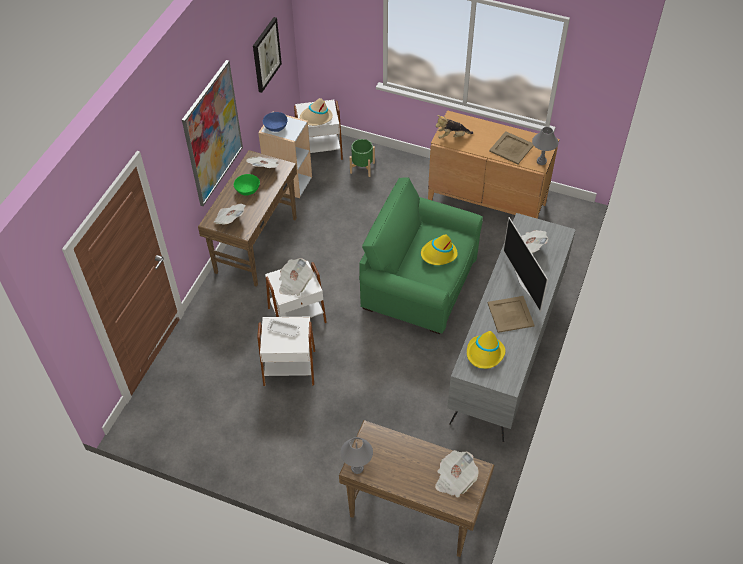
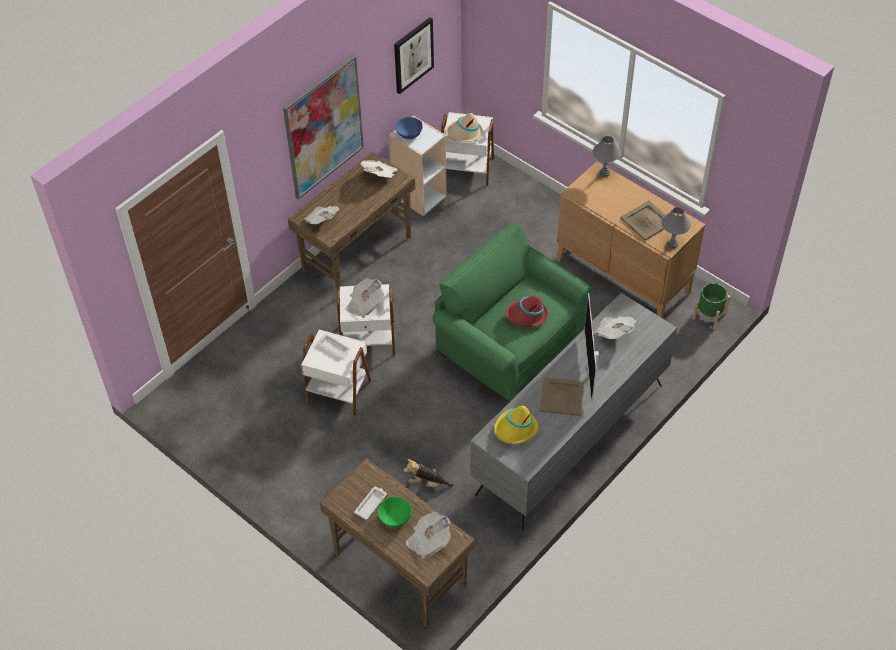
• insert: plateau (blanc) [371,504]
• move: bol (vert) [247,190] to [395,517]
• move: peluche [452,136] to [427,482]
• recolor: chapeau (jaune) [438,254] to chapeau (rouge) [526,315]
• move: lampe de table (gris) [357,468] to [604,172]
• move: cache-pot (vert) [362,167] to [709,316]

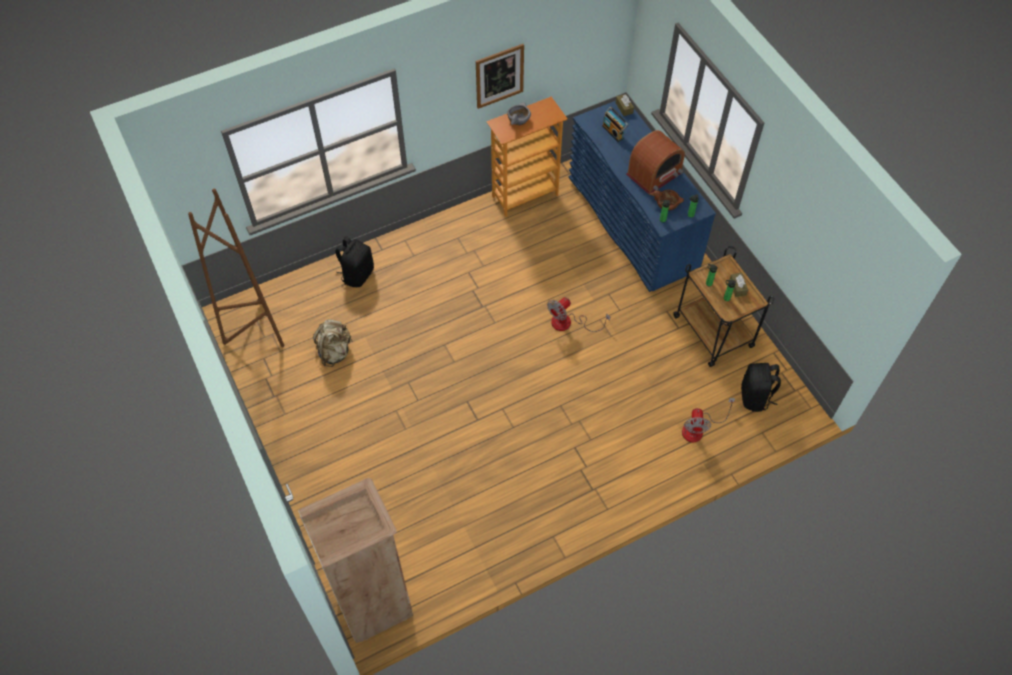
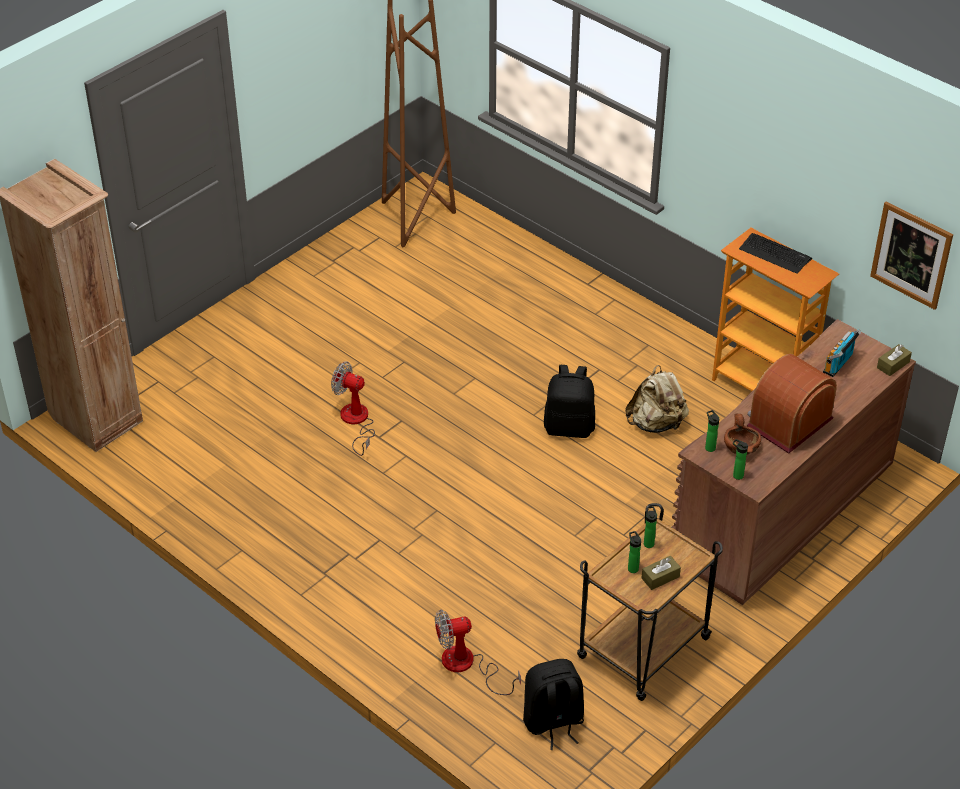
• move: ventilateur [568,323] to [356,422]
• move: sac à dos (noir) [357,274] to [569,427]
• move: sac à dos (beige) [334,351] to [656,423]
• recolor: commode (bleu) [632,226] to commode (marron) [782,514]
• replace: bol (gris) [518,119] to clavier [775,254]
• rotate: radio [654,174] = [789,422] 105 degrees clockwise
• move: tableau [499,76] to [911,255]

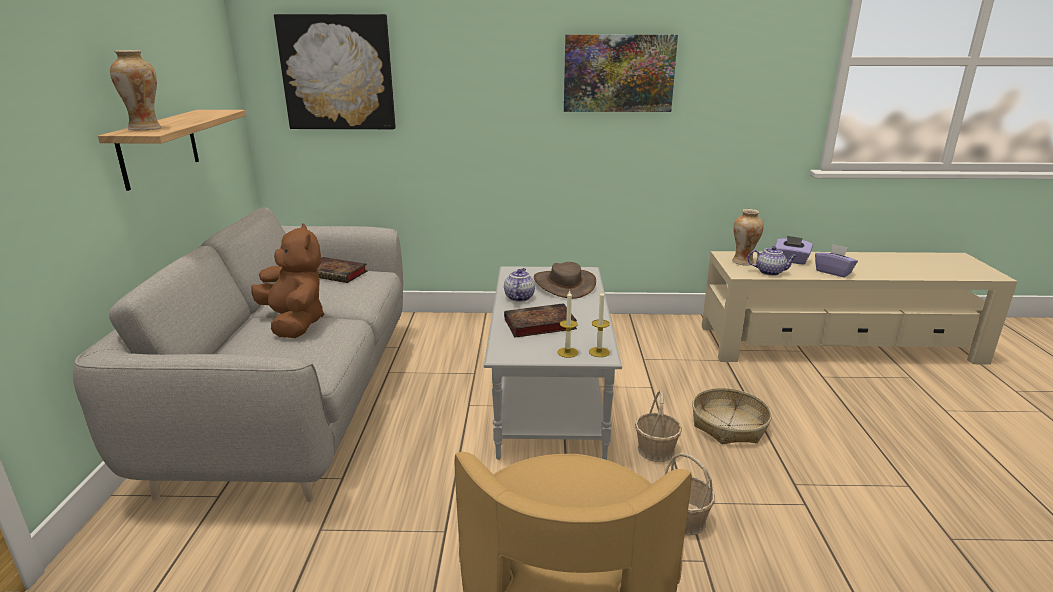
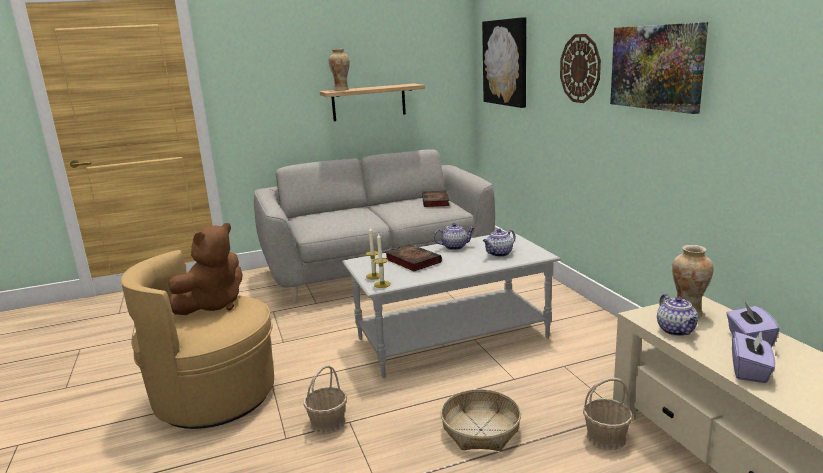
• move: peluche (marron) [294,323] to [213,305]
• replace: chapeau (marron) [564,284] to théière [499,254]
• insert: horloge murale [580,68]
• move: panier [656,450] to [606,438]

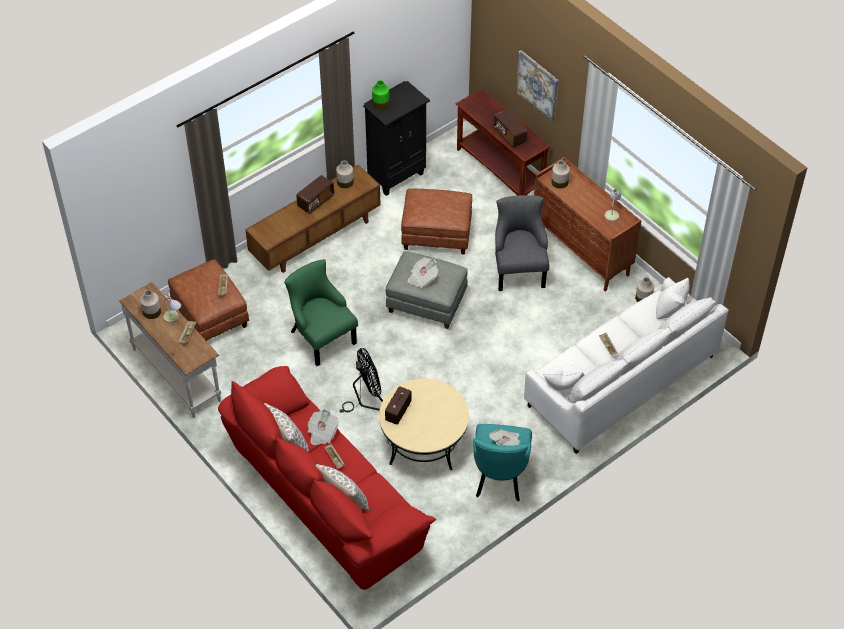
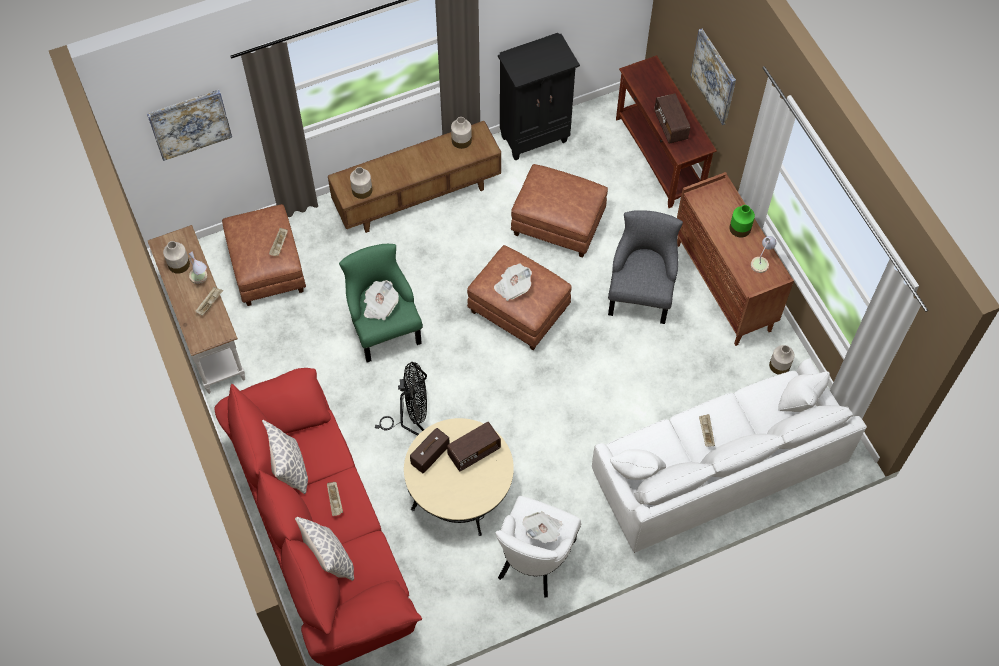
• insert: tableau [190,124]
• move: vase (beige) [559,182] to [361,190]
• move: journal [322,433] to [380,306]
• move: radio [315,201] to [474,452]
• recolor: pouf (gris) [427,303] to pouf (marron) [519,310]
• recolor: fauteuil (turquoise) [499,474] to fauteuil (blanc) [535,556]
• move: vase (vert) [380,103] to [739,228]

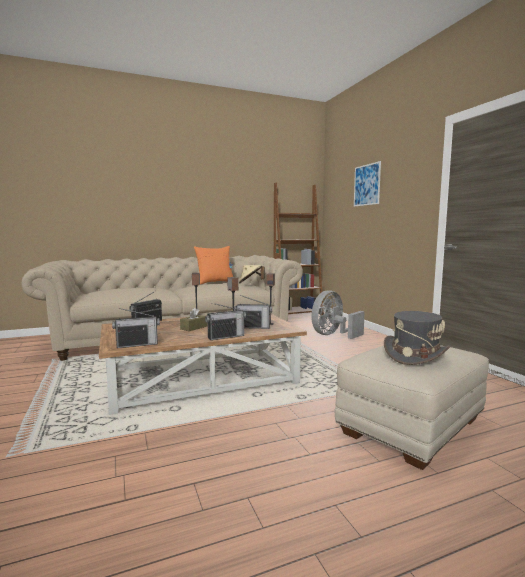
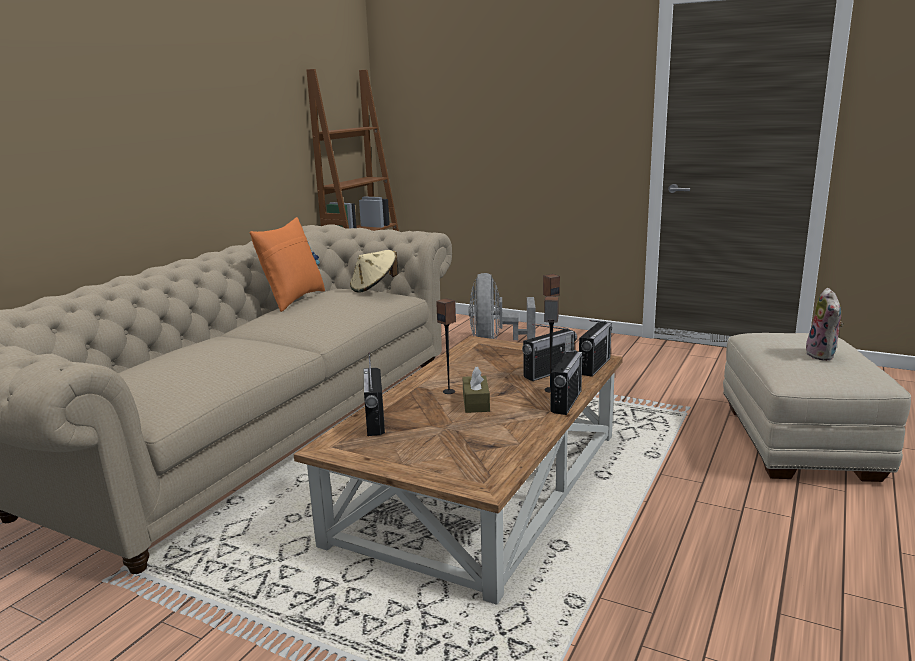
• move: radio [137,345] to [594,366]
• replace: chapeau (gris) [415,355] to peluche [823,355]
• delete: tableau [367,185]

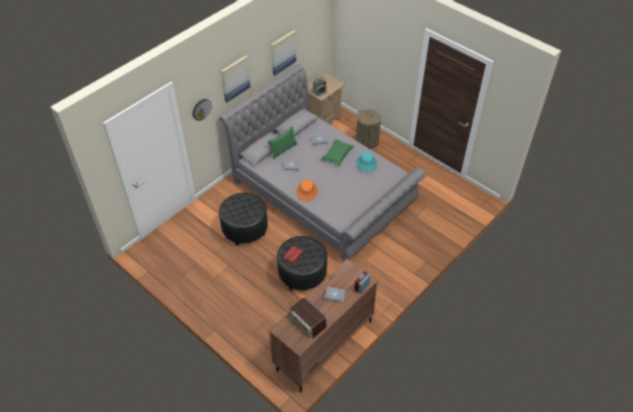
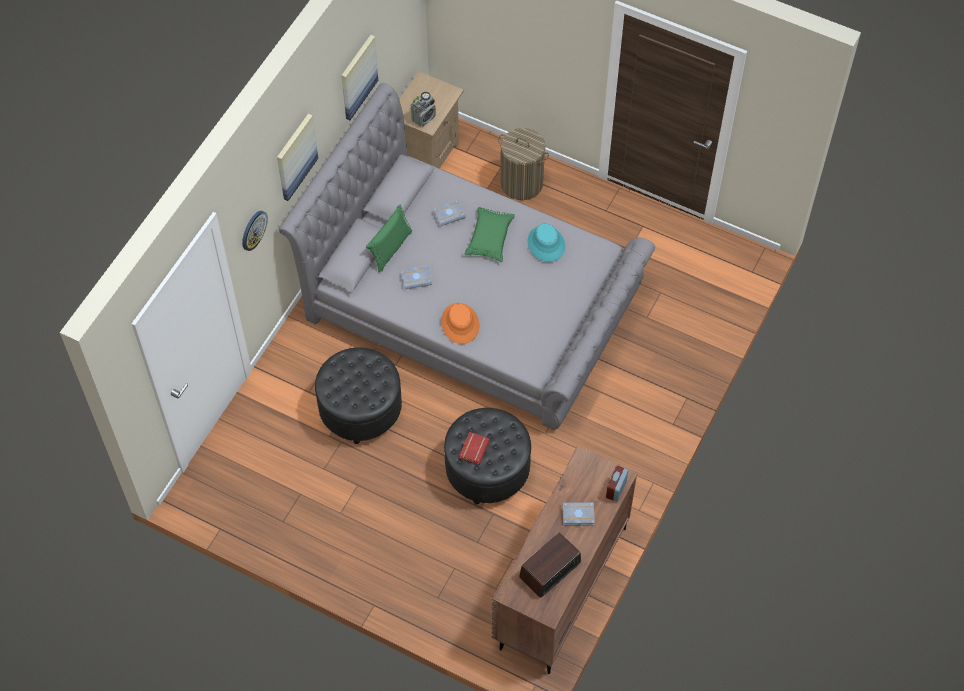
• rotate: radio [307,322] = [549,570] 105 degrees clockwise

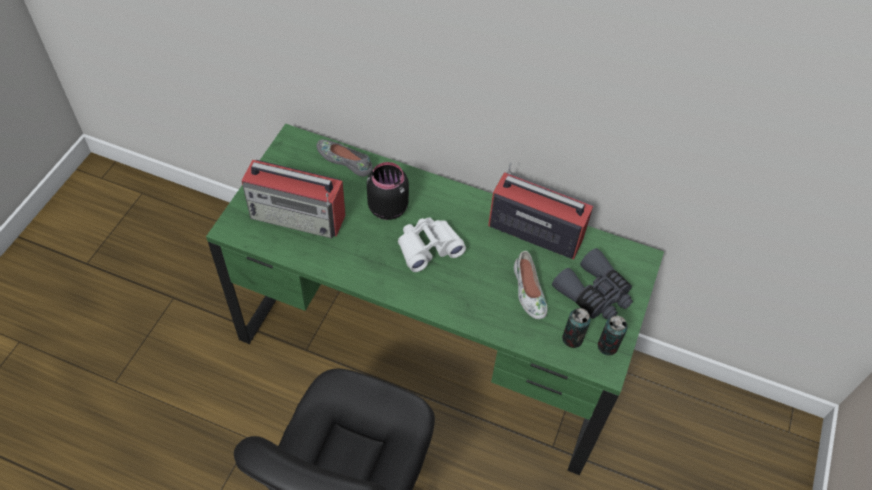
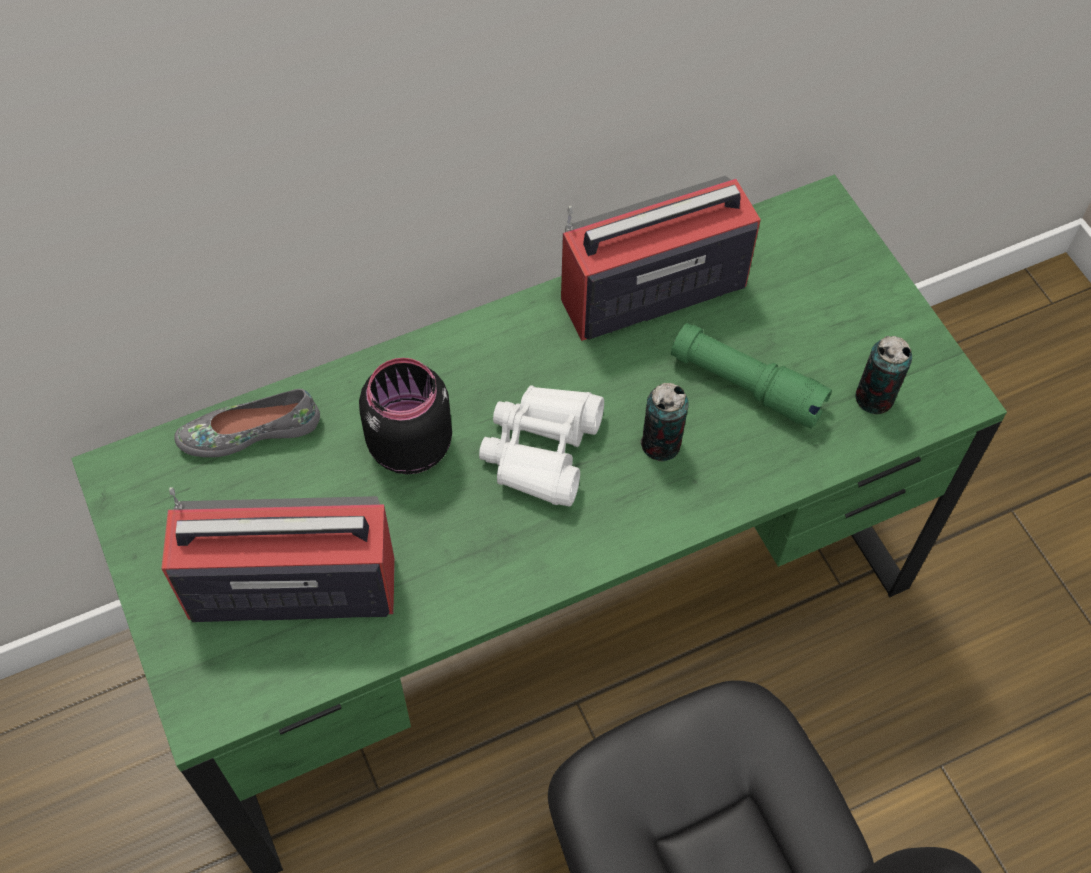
• rotate: radio [298,216] = [289,586] 150 degrees counterclockwise
• move: boîte métallique [607,346] to [661,444]
• replace: chaussure (blanc) [528,291] to lampe de poche (vert) [746,385]
• delete: jumelles (gris) [594,294]

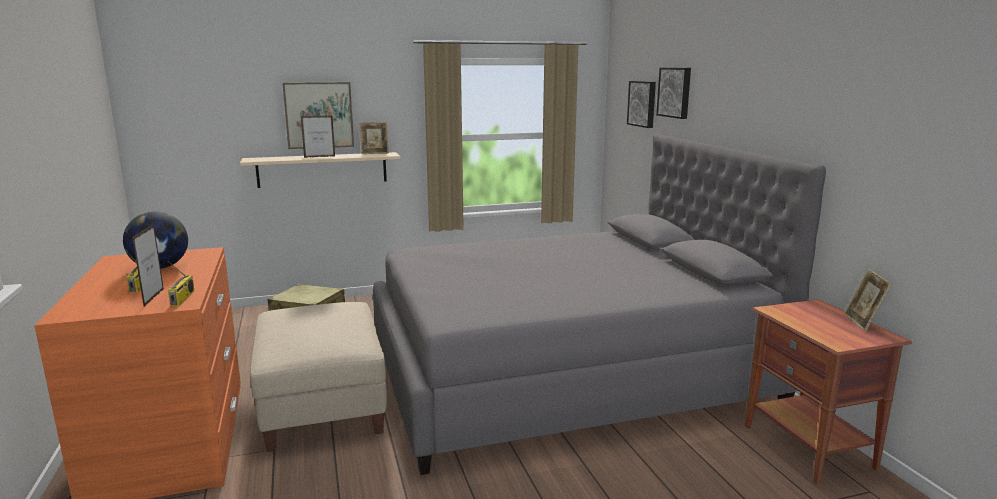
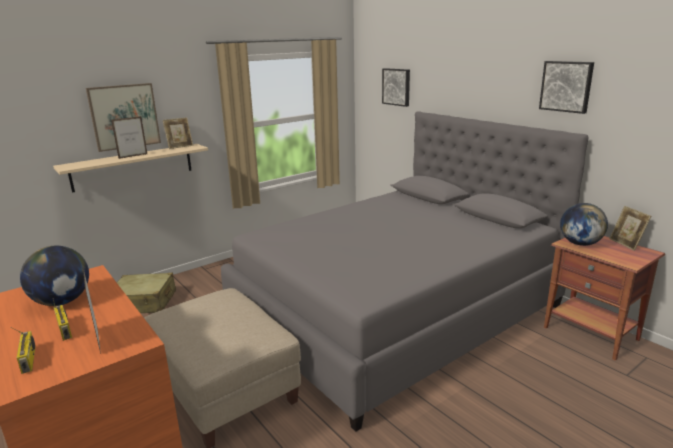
• move: radio [183,298] to [29,360]
• move: tableau [675,92] to [566,86]
• insert: globe [580,243]

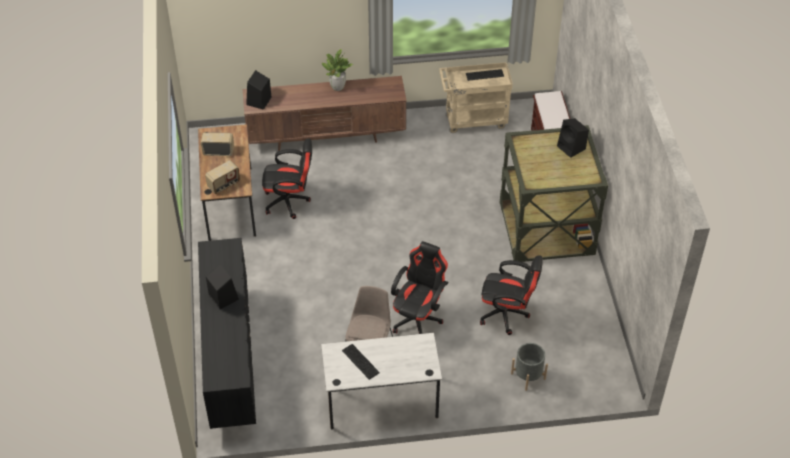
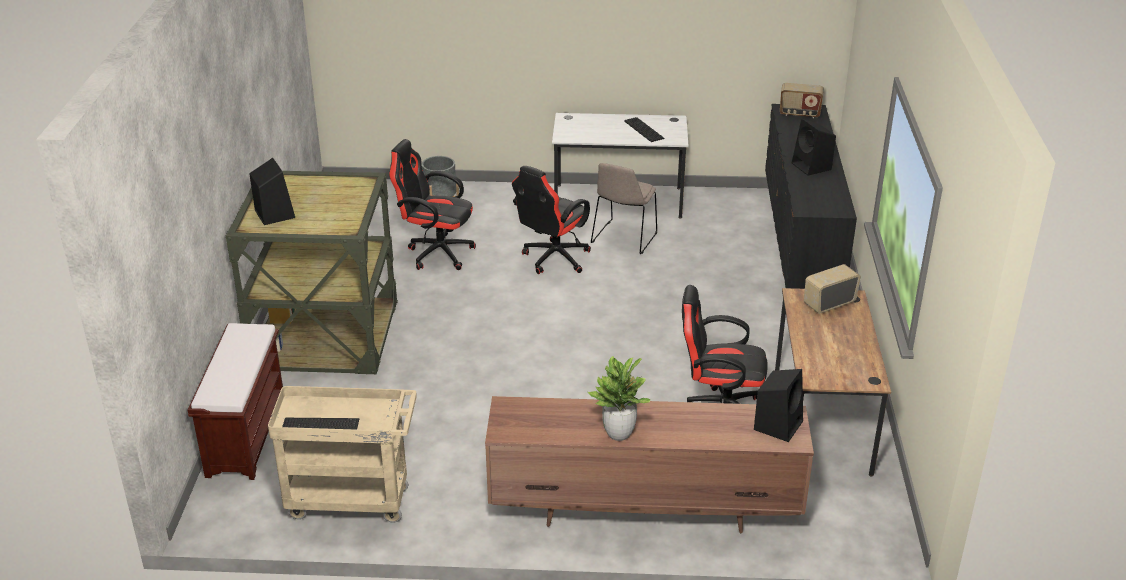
• move: radio [218,151] to [799,113]

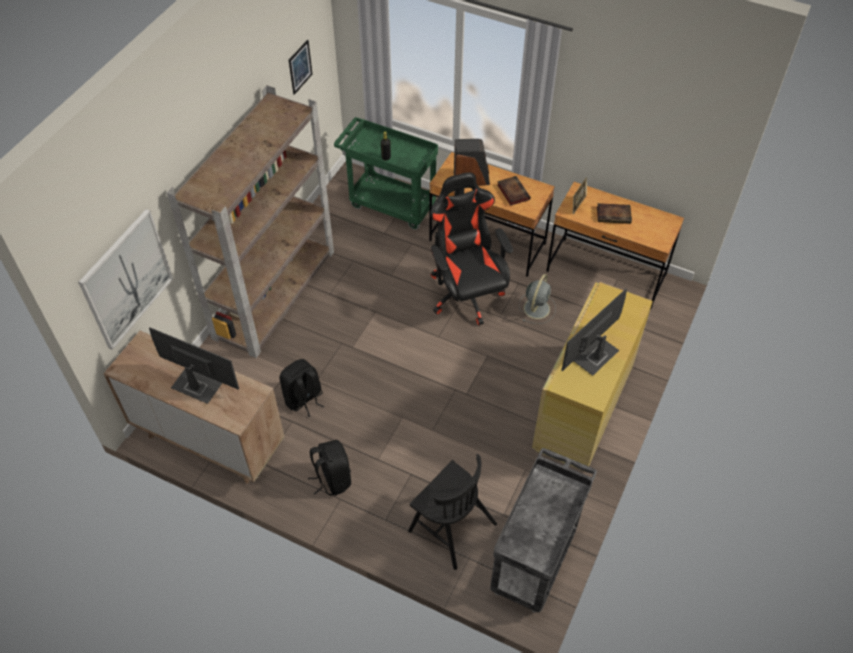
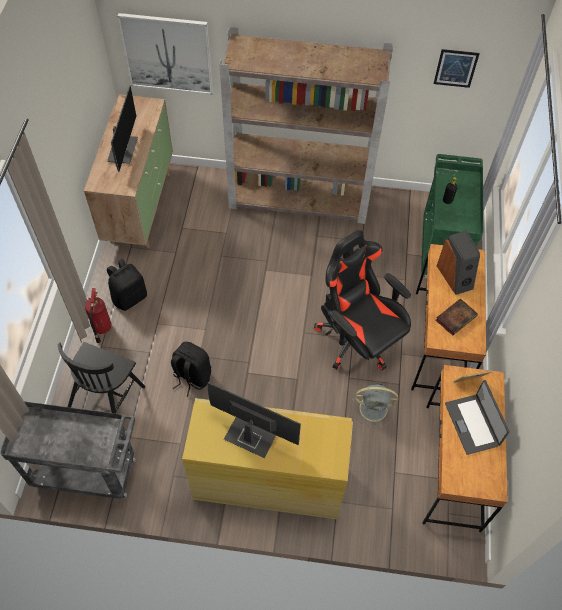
• insert: extincteur [101,328]
• move: sac à dos (noir) [304,399] to [191,377]
• rotate: chaise de bureau (noir) [467,298] = [358,344] 90 degrees counterclockwise
• replace: livre [614,215] to ordinateur portable [472,424]

